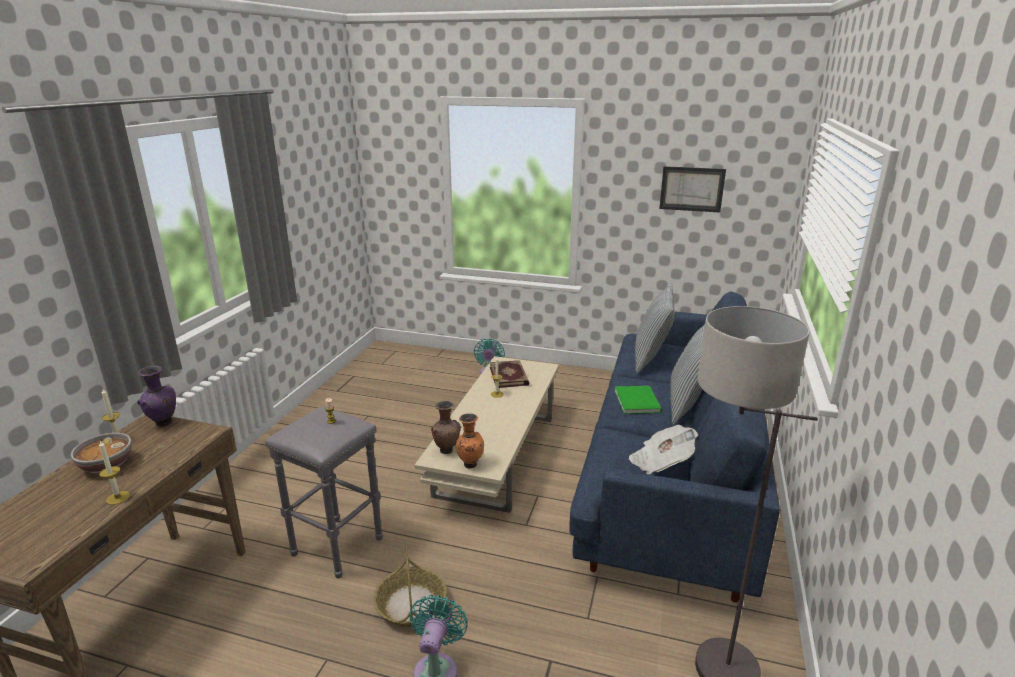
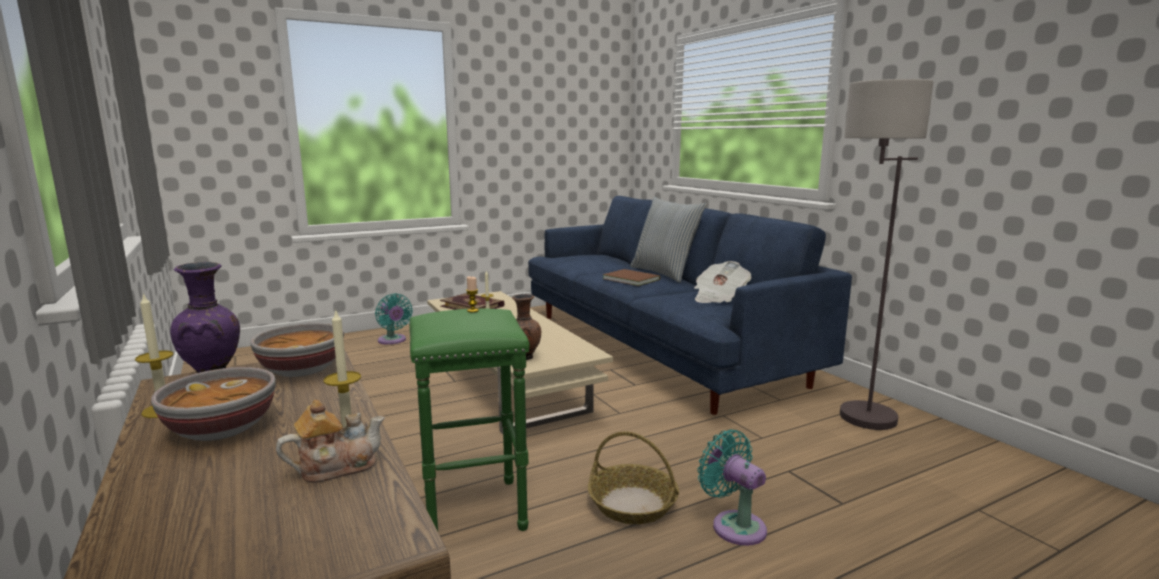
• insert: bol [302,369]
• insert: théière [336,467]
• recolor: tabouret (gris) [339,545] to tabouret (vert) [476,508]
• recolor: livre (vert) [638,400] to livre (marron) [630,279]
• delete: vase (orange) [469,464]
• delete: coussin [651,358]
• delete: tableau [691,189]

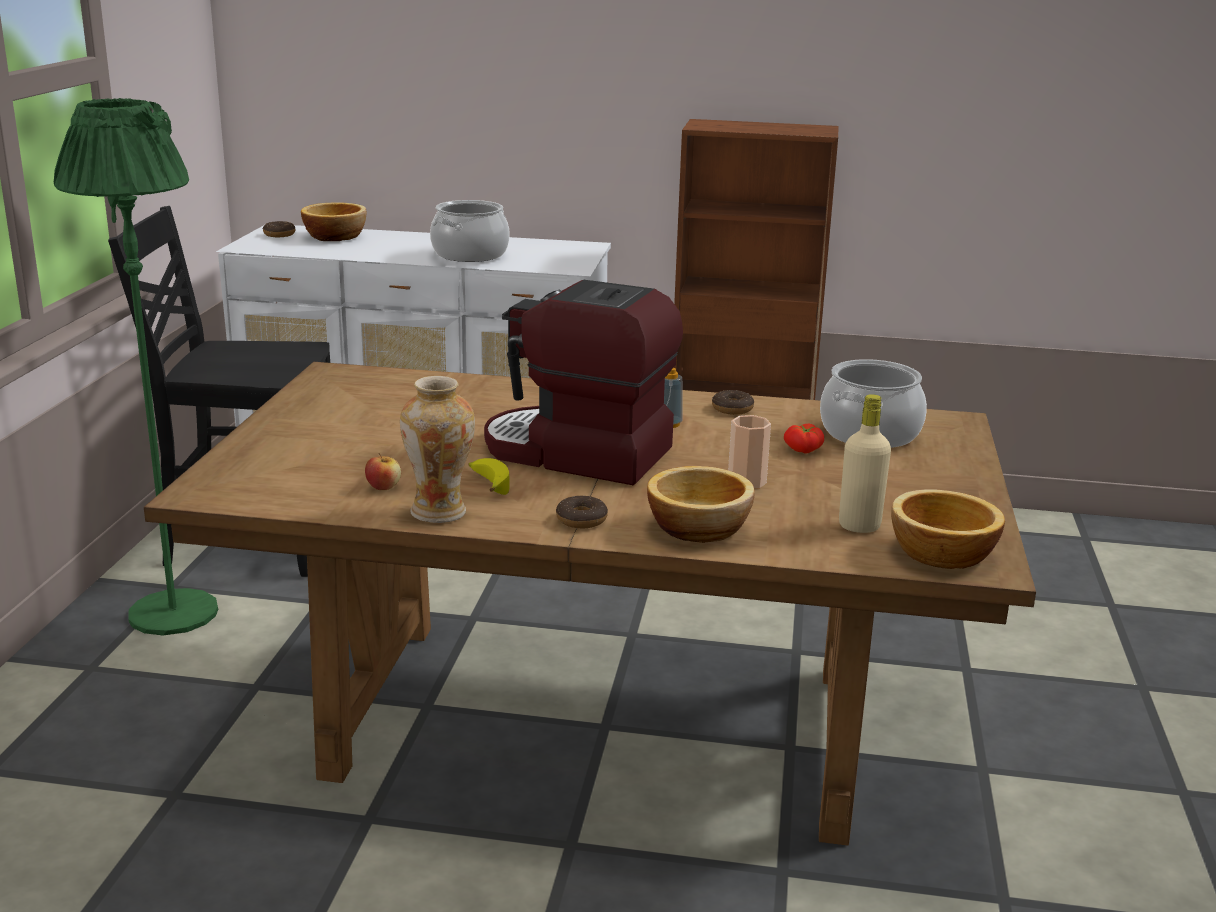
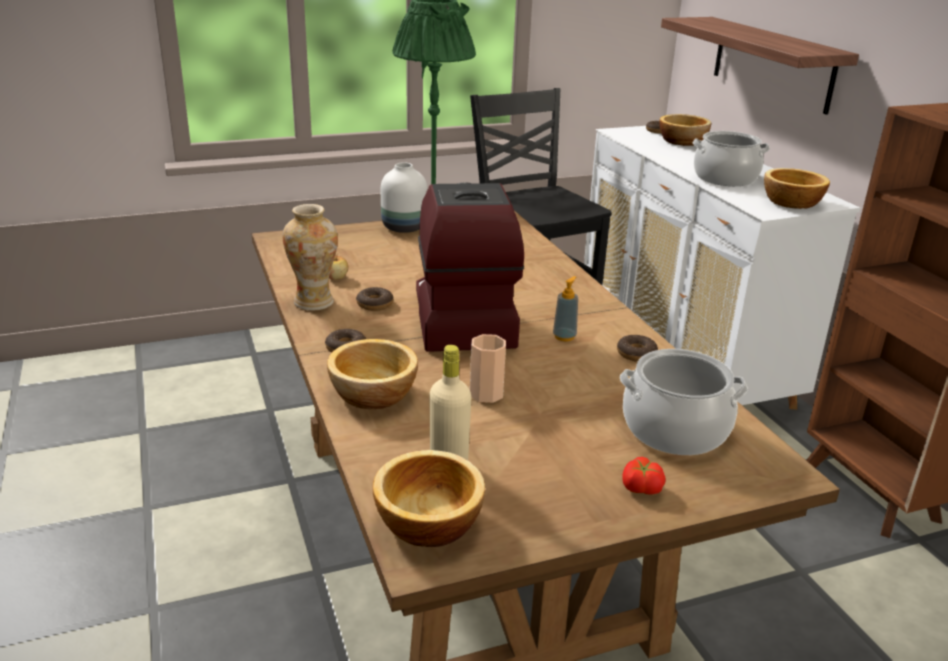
• replace: banane [488,483] to beignet [375,304]
• insert: vase (blanc) [405,228]
• move: tomate [803,451] to [640,488]
• insert: étagère [772,63]
• insert: bol [790,203]

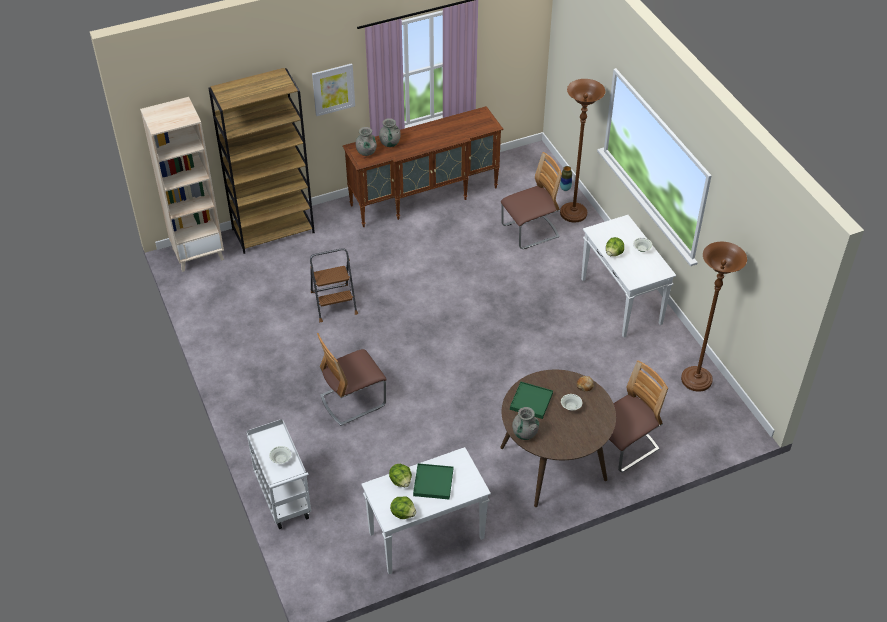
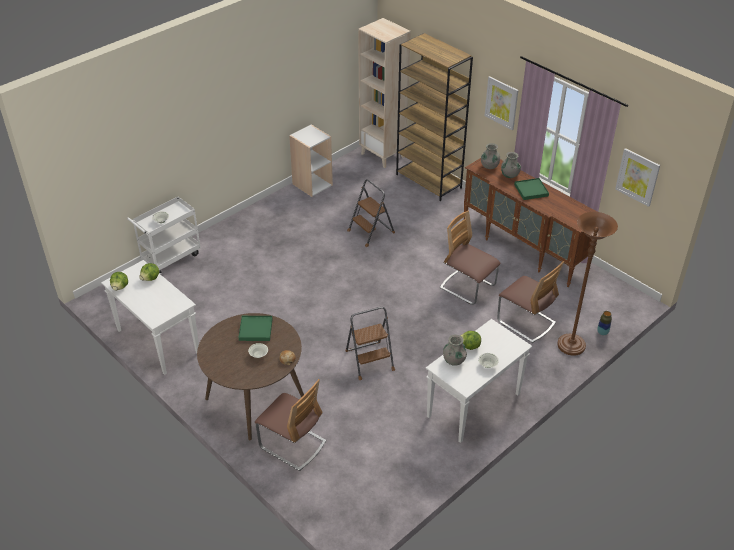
• insert: bibliothèque [312,184]
• insert: escabeau (marron) [369,358]
• move: chaise [353,401] to [467,287]
• move: vase (gris) [524,433] to [454,360]
• move: plateau (vert) [433,483] to [531,190]
• insert: tableau [637,177]
• delete: lampadaire (marron) [696,380]

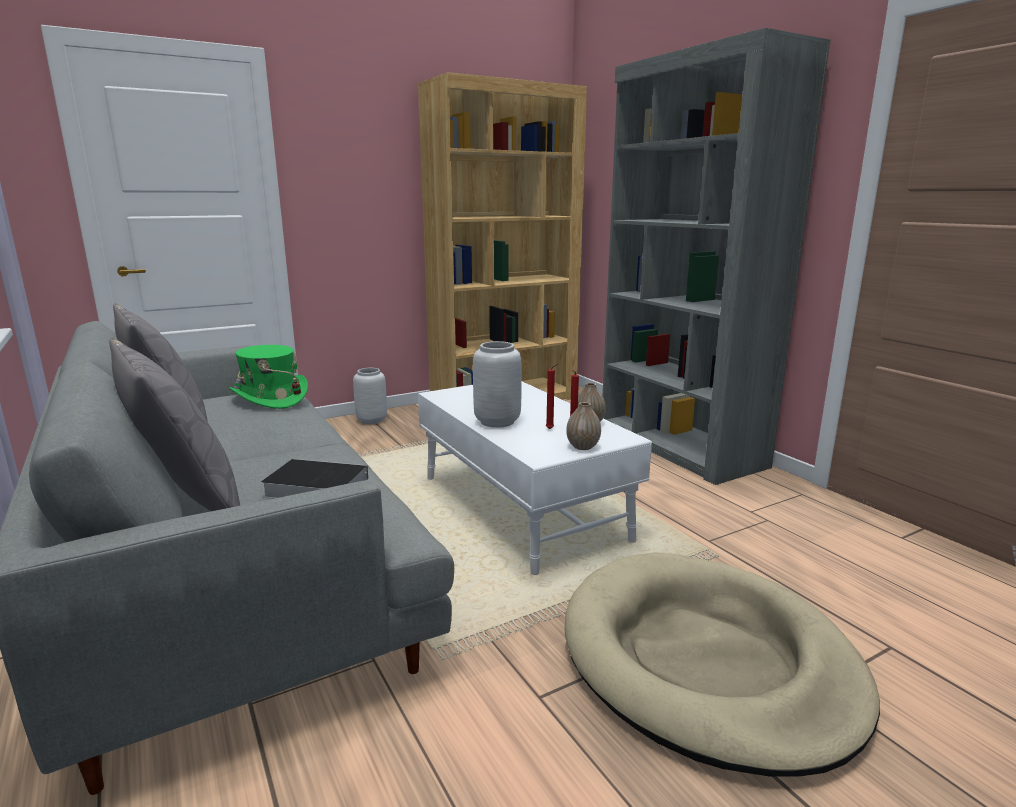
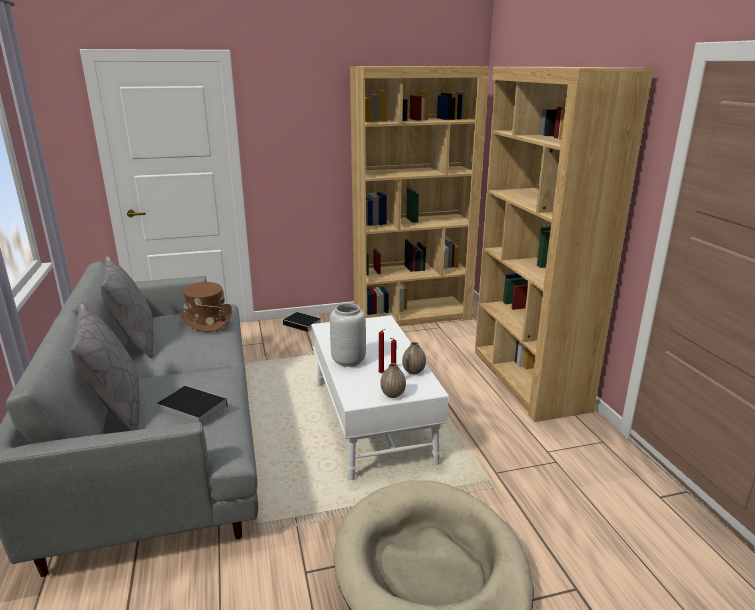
• recolor: chapeau (vert) [270,398] to chapeau (marron) [206,320]
• replace: vase (gris) [371,420] to livre [303,324]
• recolor: bibliothèque (gris) [678,447] to bibliothèque (marron) [527,380]

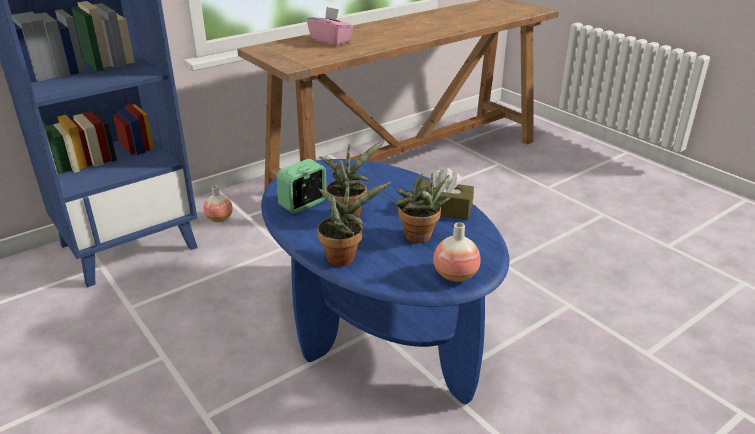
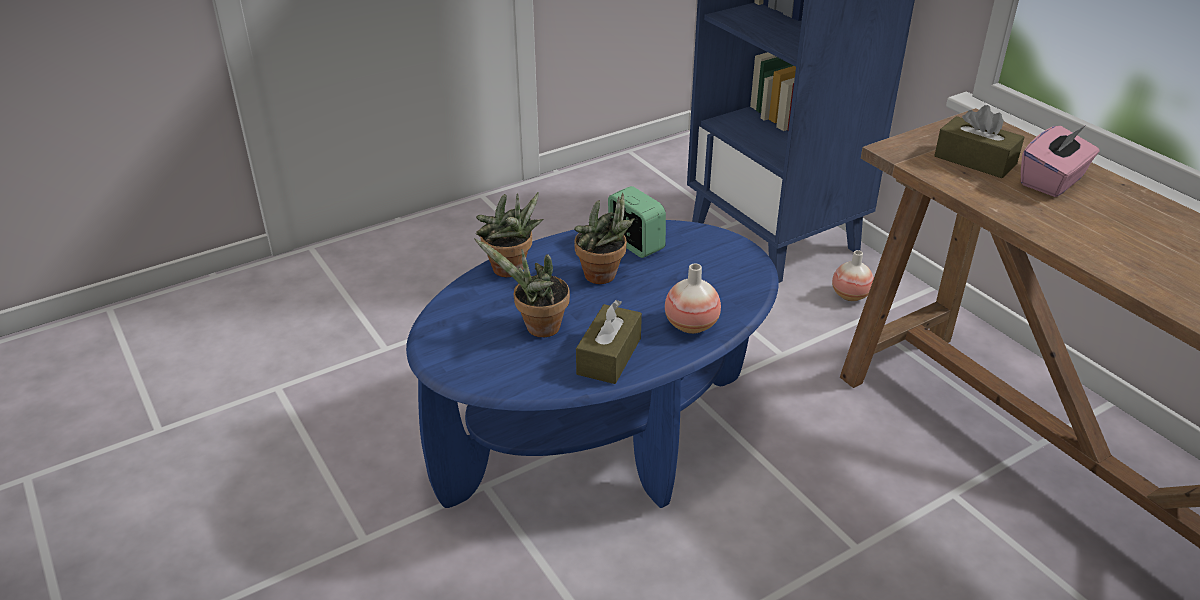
• move: vase [455,275] to [691,325]
• insert: boîte à mouchoirs (marron) [975,160]

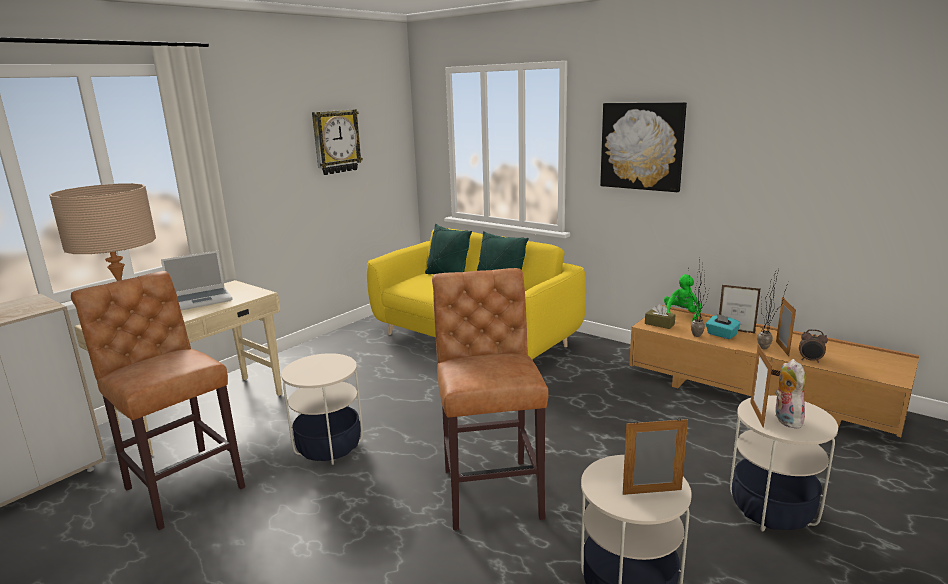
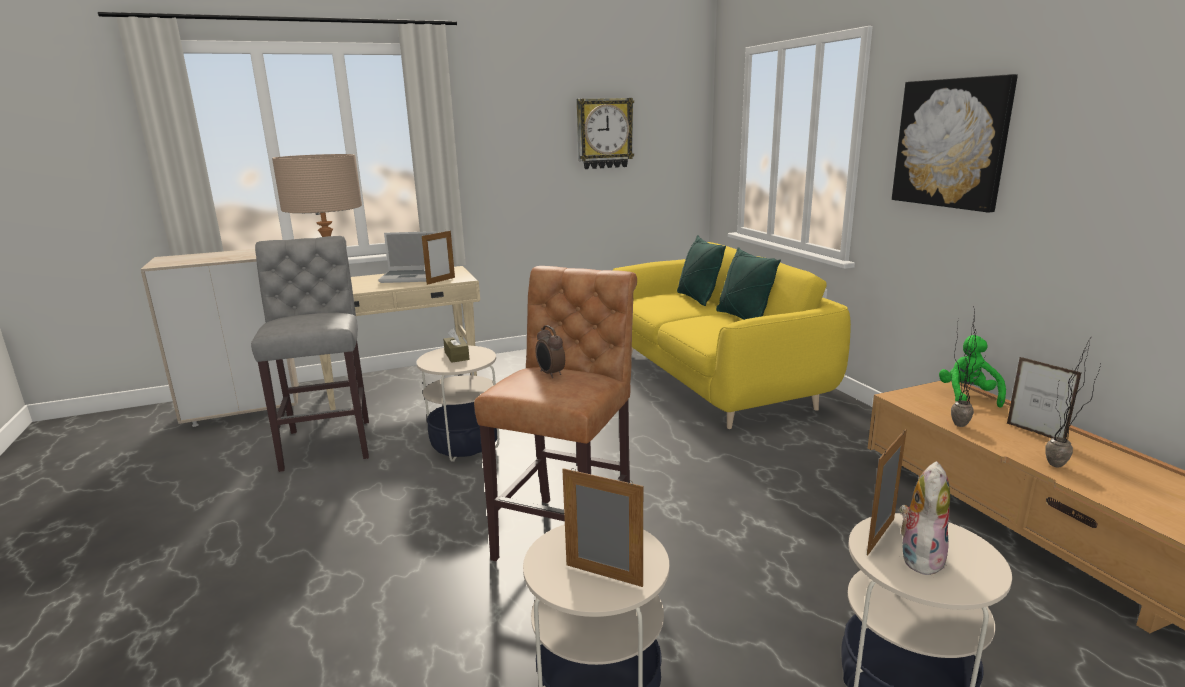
• recolor: tabouret (marron) [182,485] to tabouret (gris) [329,442]
• move: cadre photo [782,349] to [441,281]
• move: boîte à mouchoirs (marron) [659,324] to [456,356]
• move: réveil [810,360] to [550,374]
• rotate: peluche (vert) [681,315] = [968,396] 45 degrees counterclockwise
• delete: boîte à mouchoirs (turquoise) [721,335]

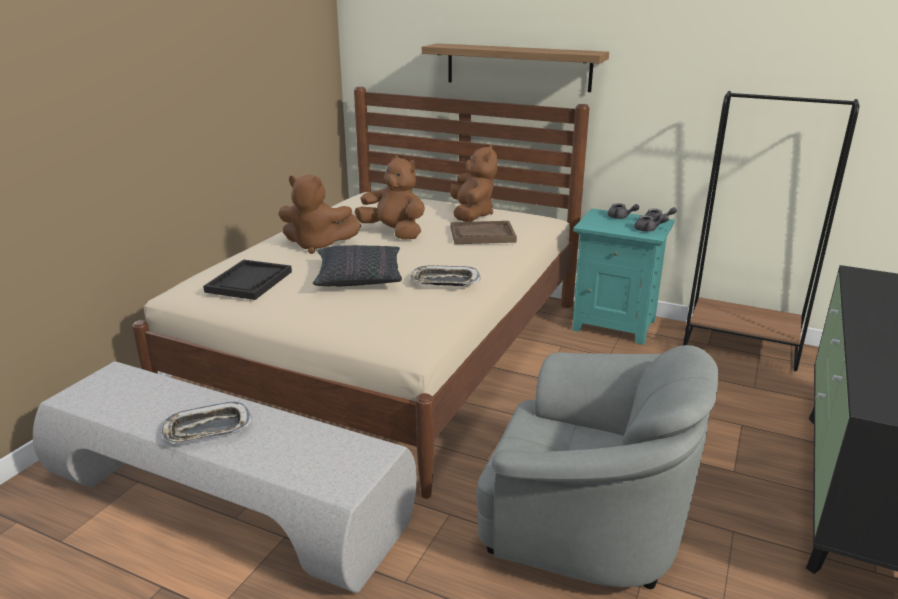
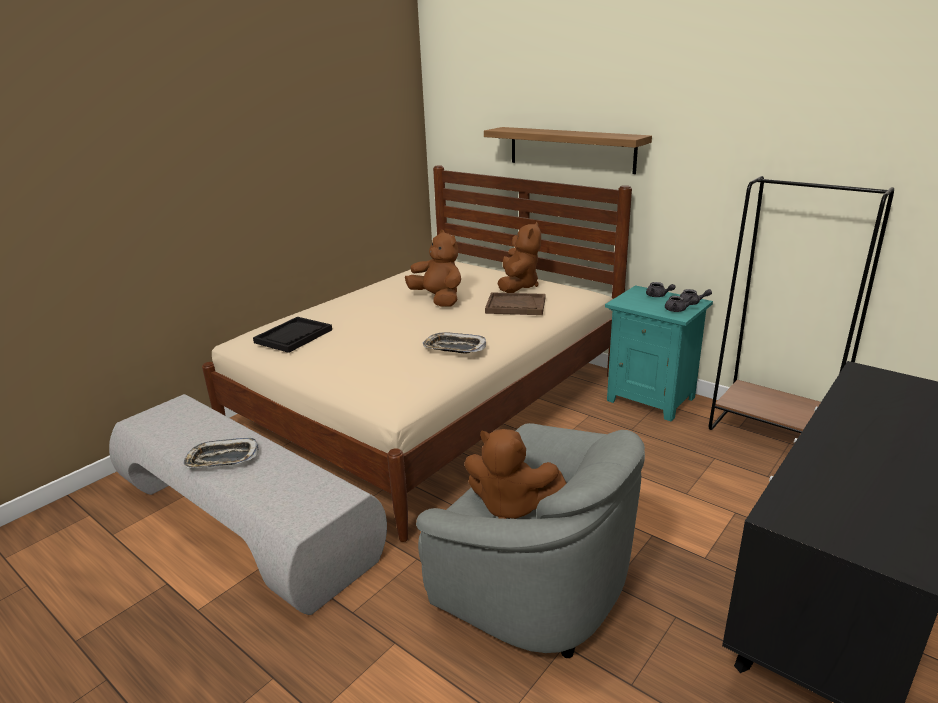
• move: peluche (marron) [318,245] to [511,506]
• delete: coussin (noir) [359,277]

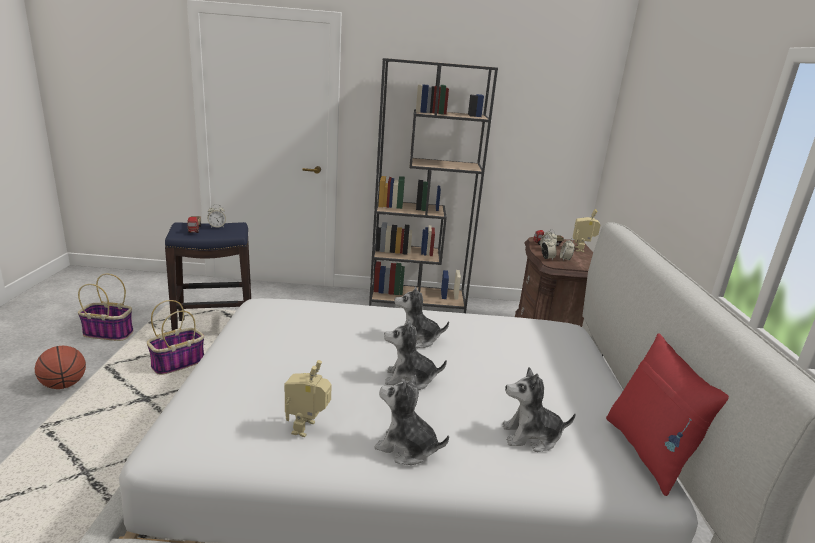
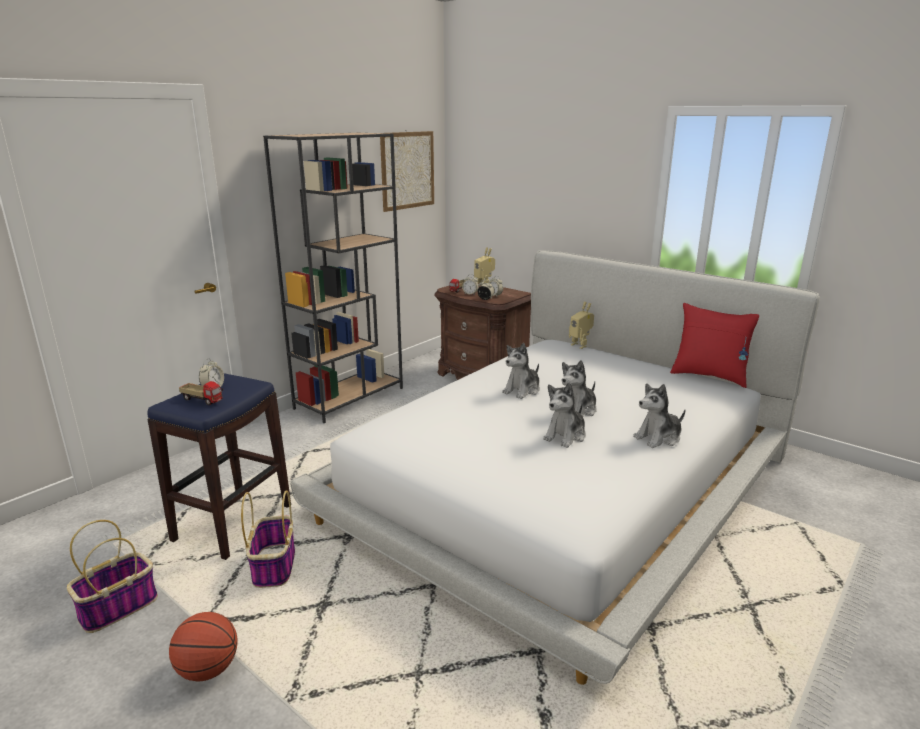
• insert: tableau [407,169]
• move: peluche [531,436] to [565,436]
• move: robot jouet [307,429] to [580,345]

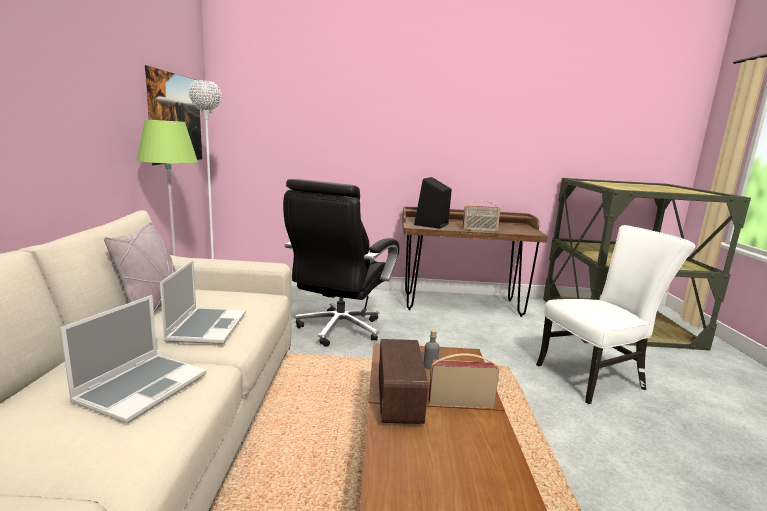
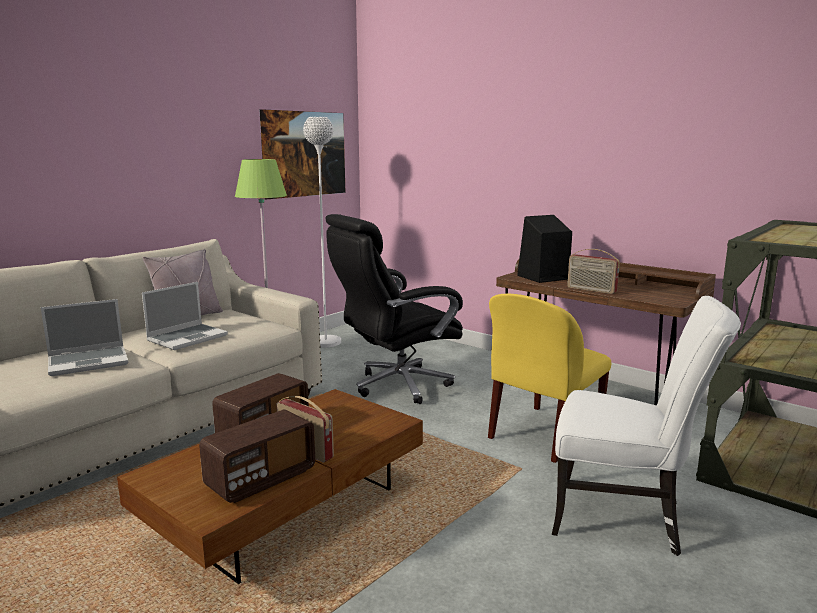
• insert: radio [261,479]
• insert: chaise (jaune) [543,434]
• delete: bouteille (gris) [430,366]

